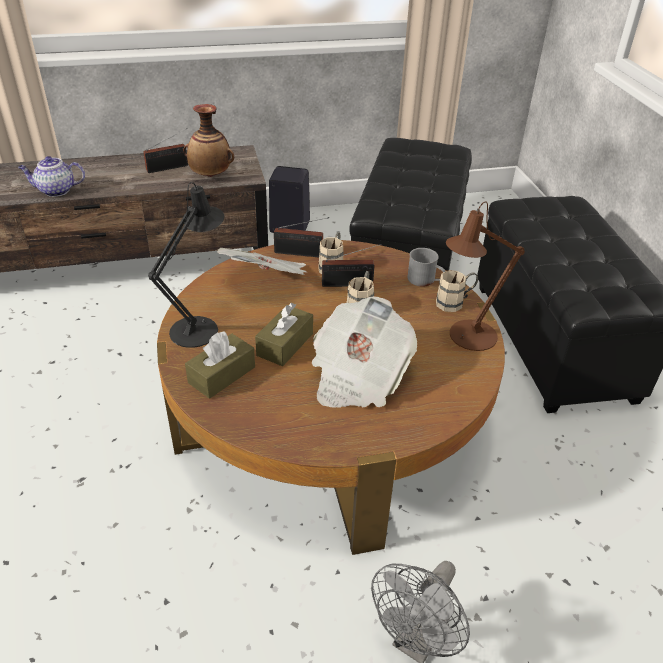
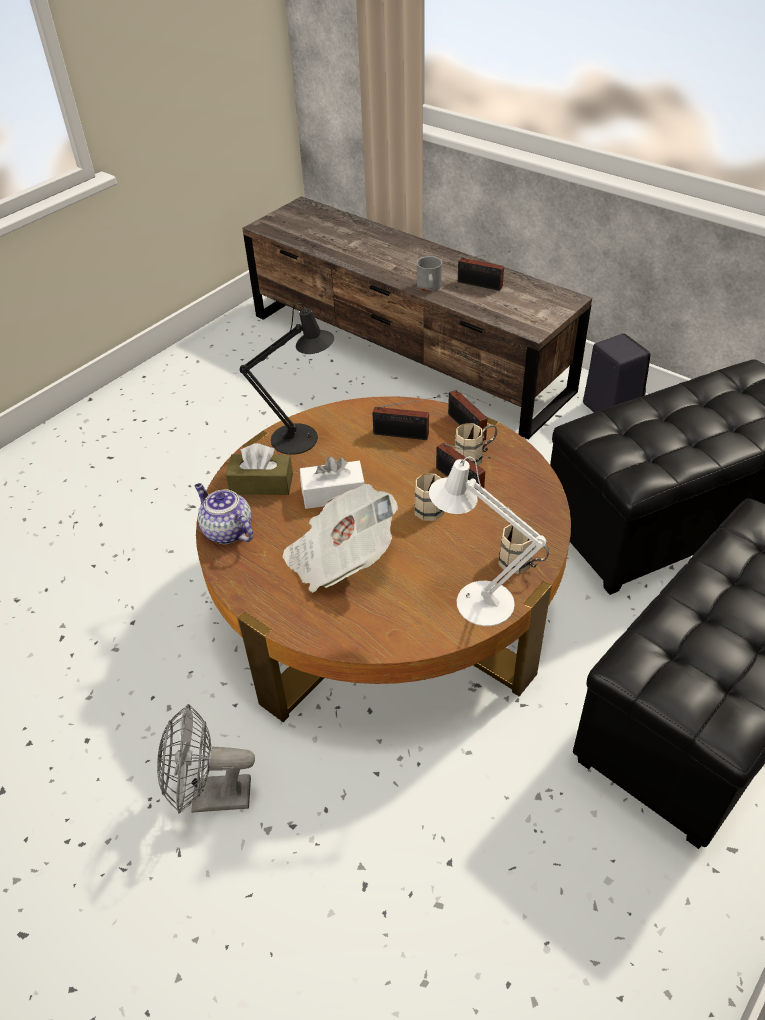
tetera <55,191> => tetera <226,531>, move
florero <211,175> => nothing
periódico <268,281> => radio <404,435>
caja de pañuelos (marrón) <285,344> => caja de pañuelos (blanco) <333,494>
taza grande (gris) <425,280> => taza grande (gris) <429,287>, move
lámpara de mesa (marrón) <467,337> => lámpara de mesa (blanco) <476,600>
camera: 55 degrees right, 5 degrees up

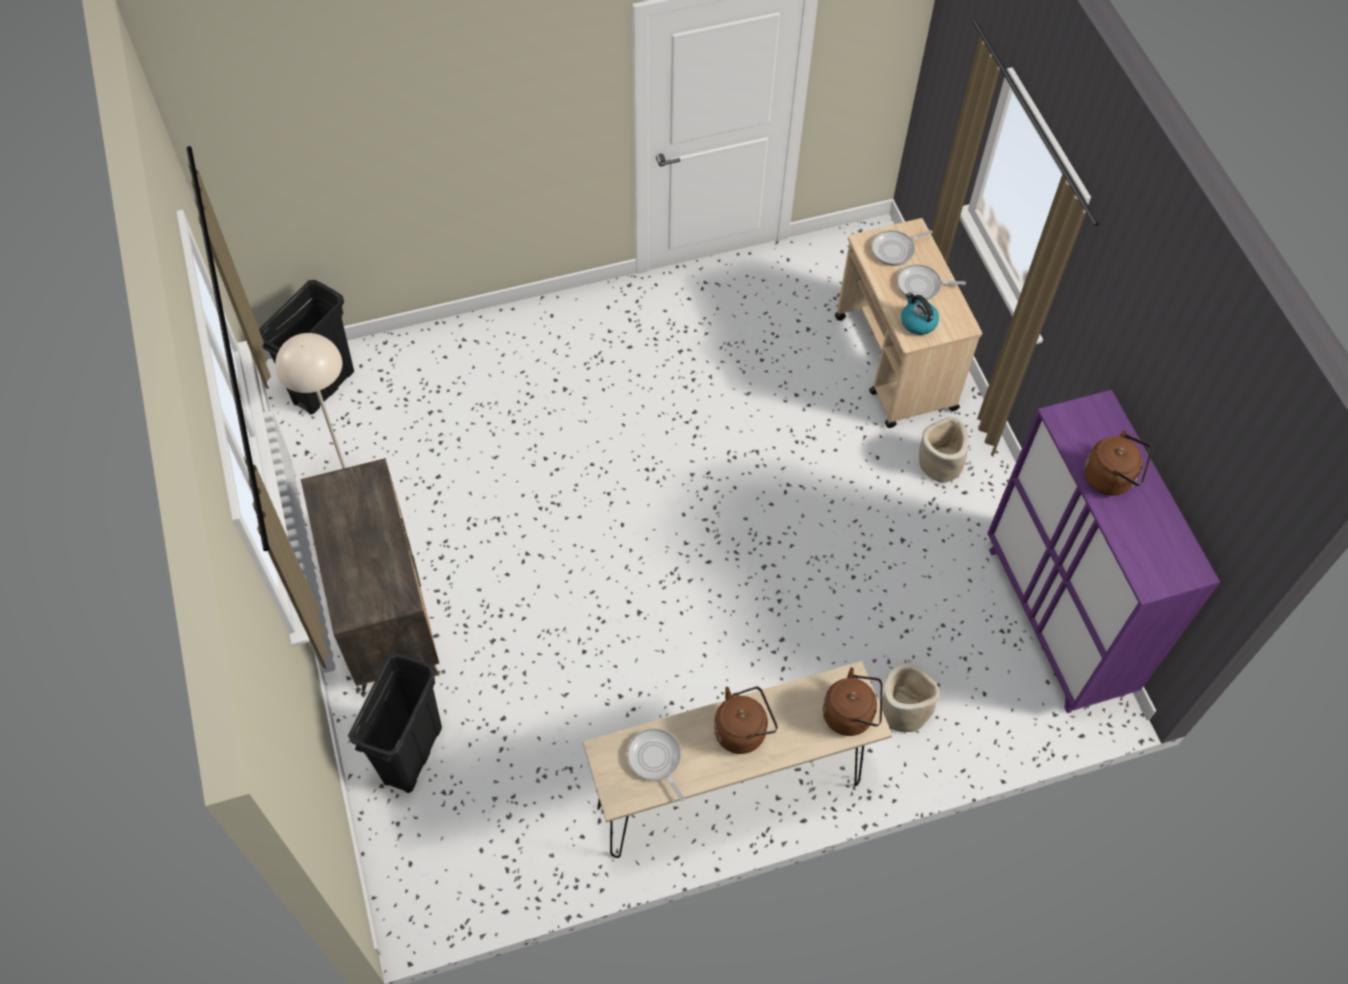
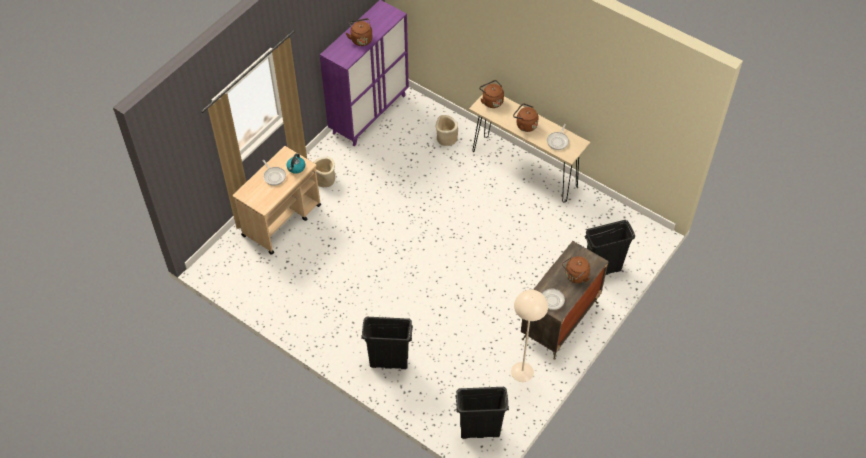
sartén <895,250> => sartén <550,299>, move
nothing => papelera (negro) <388,362>
nothing => hervidor (marrón) <575,276>
camera: 125 degrees left, 5 degrees down

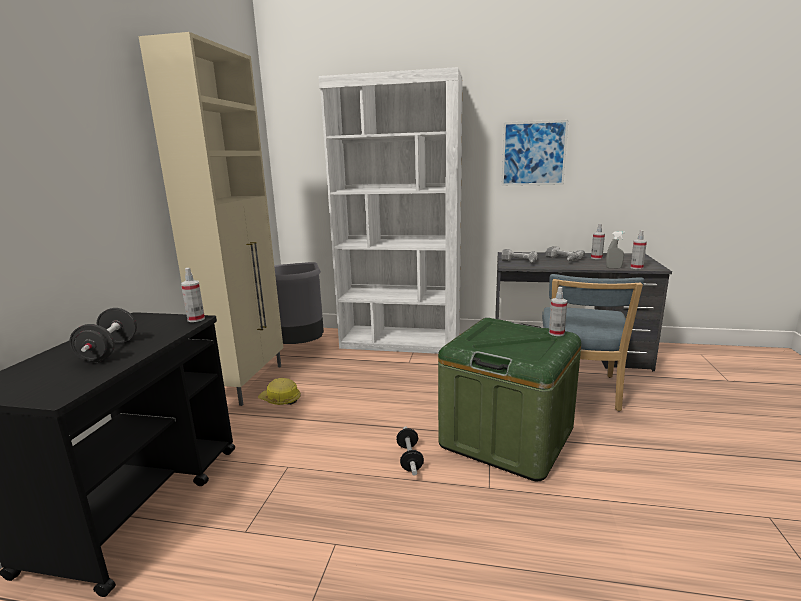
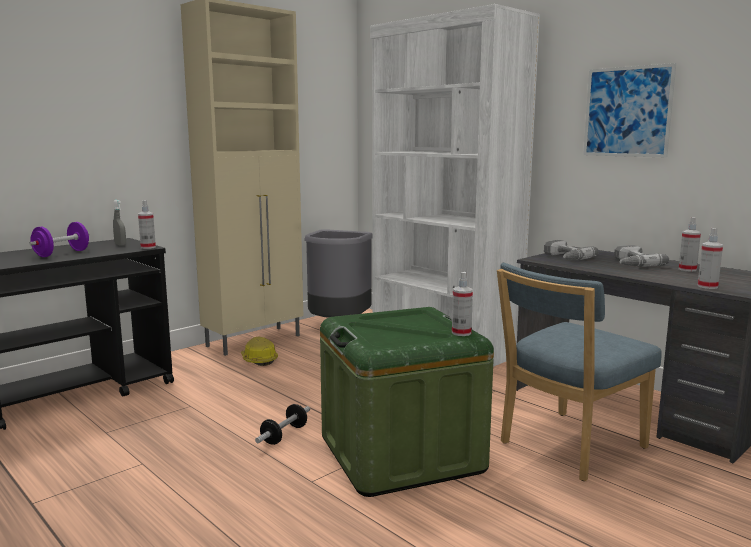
mancuerna (negro) <109,351> => mancuerna (morado) <62,253>
pulverizador (gris) <613,268> => pulverizador (gris) <120,245>, move
camera: 35 degrees right, 5 degrees down

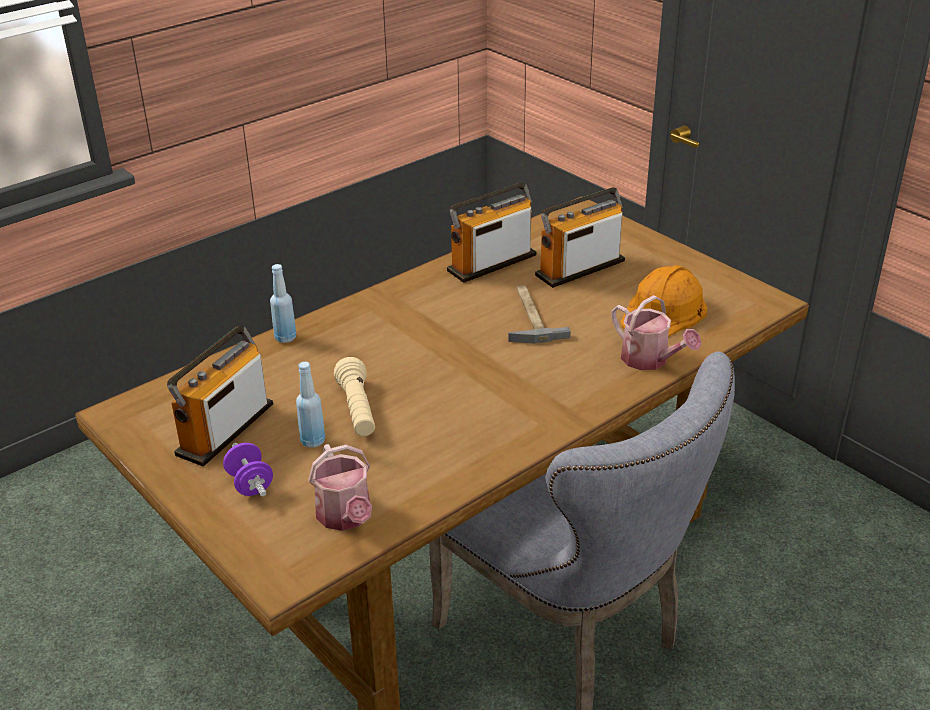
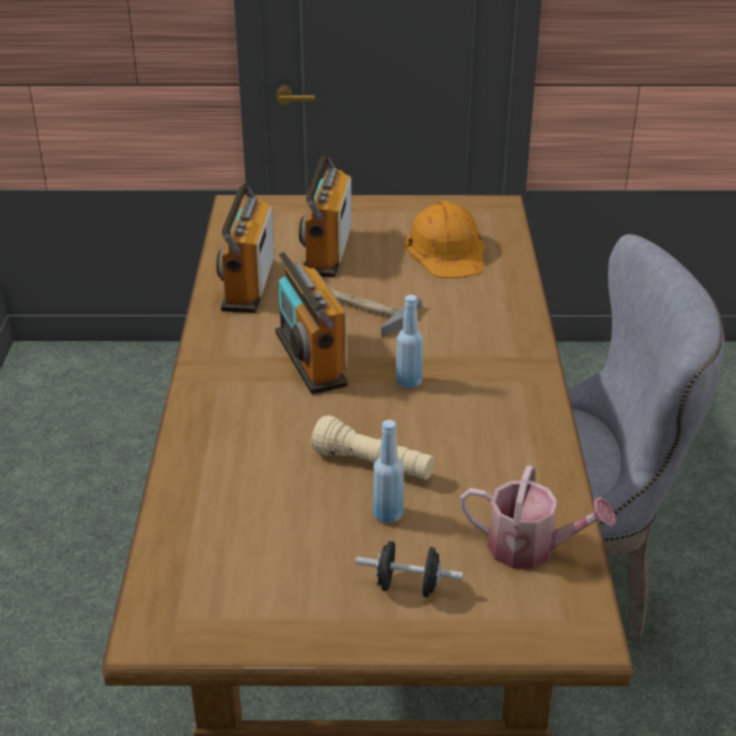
radio <225,429> => radio <310,359>, move
mancuerna (morado) <250,484> => mancuerna (negro) <408,587>
botella (azul) <285,338> => botella (azul) <409,382>, move
regadera <650,360> => nothing
camera: 50 degrees left, 0 degrees up

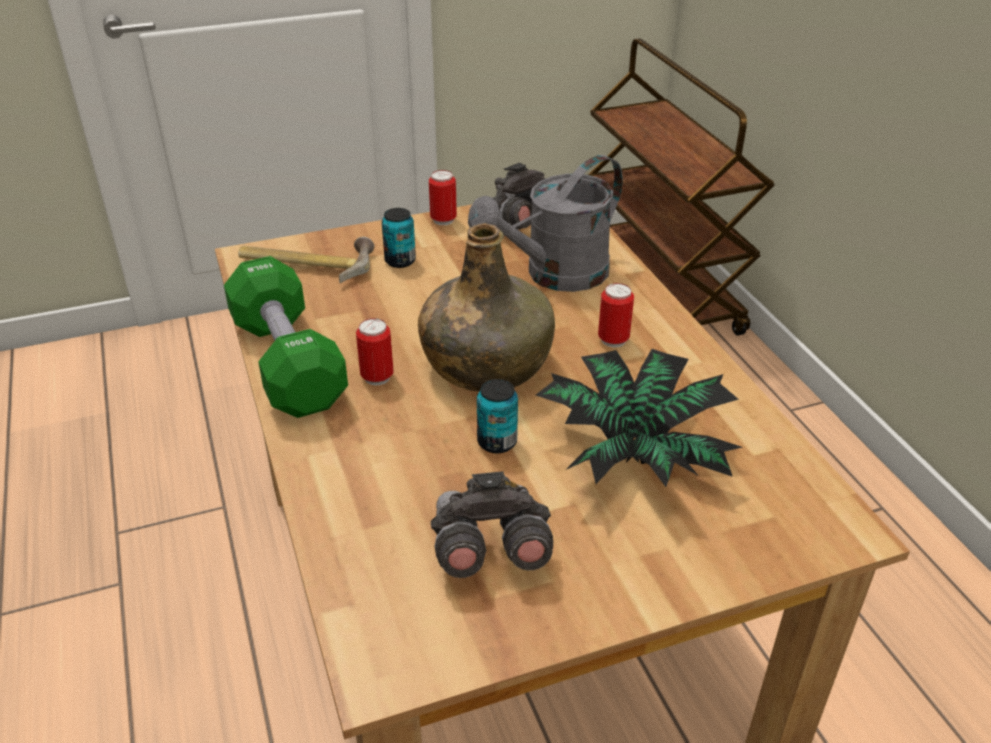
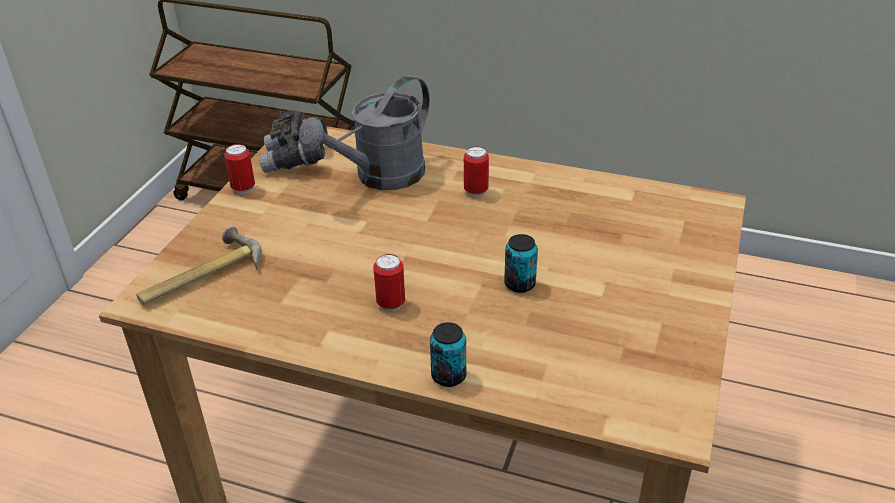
mancuerna (verde) <288,362> => nothing
lata <400,261> => lata <448,376>, move
botella (verde) <486,365> => nothing
prismáticos (gris) <488,550> => nothing
regadera (gris) <555,276> => regadera (gris) <380,177>, 45 degrees clockwise
planta en maceta <633,452> => nothing
camera: 50 degrees left, 0 degrees up

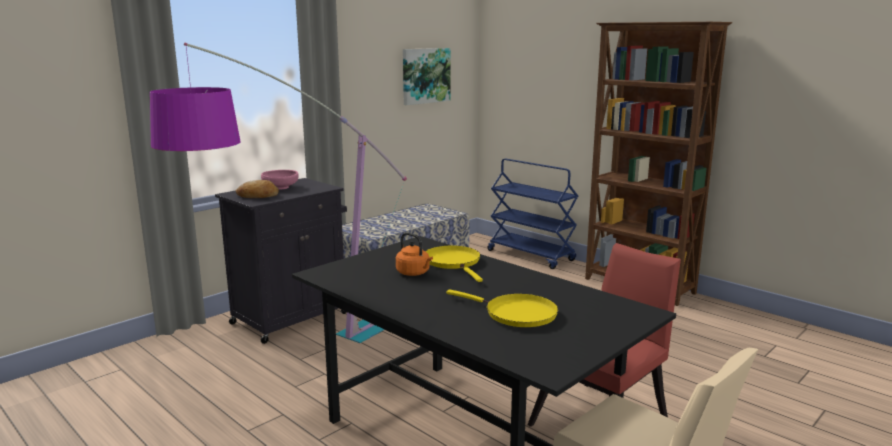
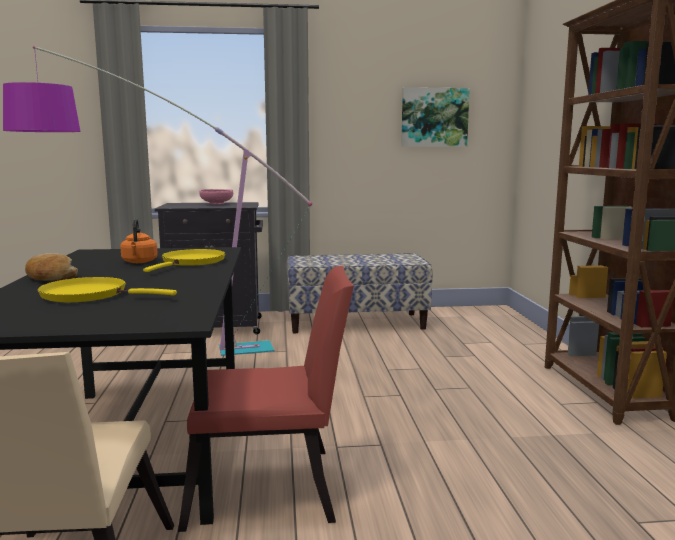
pan <258,196> => pan <50,277>, move
sartén (amarillo) <516,314> => sartén (amarillo) <90,295>, 120 degrees clockwise
carrito (azul) <531,255> => nothing
camera: 40 degrees right, 5 degrees down

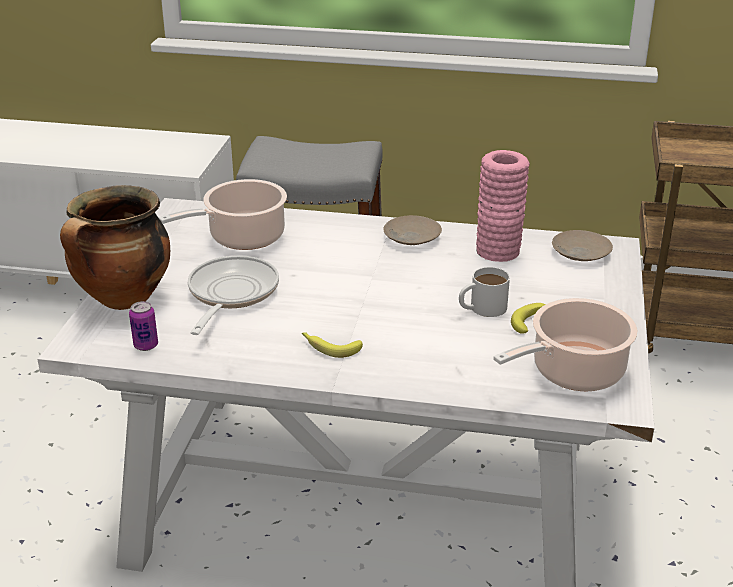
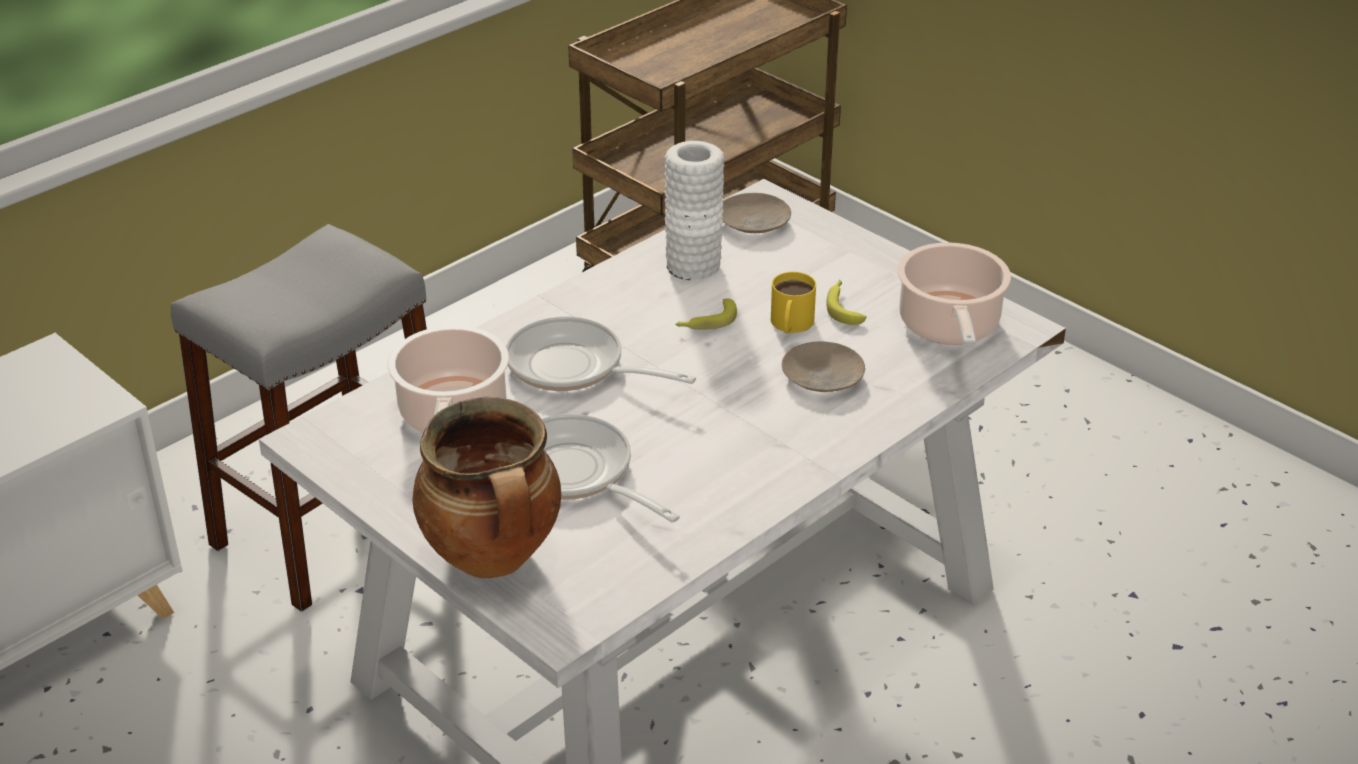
lata <146,345> => nothing
plátano <329,347> => plátano <706,322>, move
plato (beis) <411,237> => plato (beis) <823,377>, move
taza grande (blanco) <481,308> => taza grande (amarillo) <790,325>
florero (rosa) <498,251> => florero (blanco) <693,265>
nothing => sartén <574,367>
camera: 55 degrees left, 5 degrees up

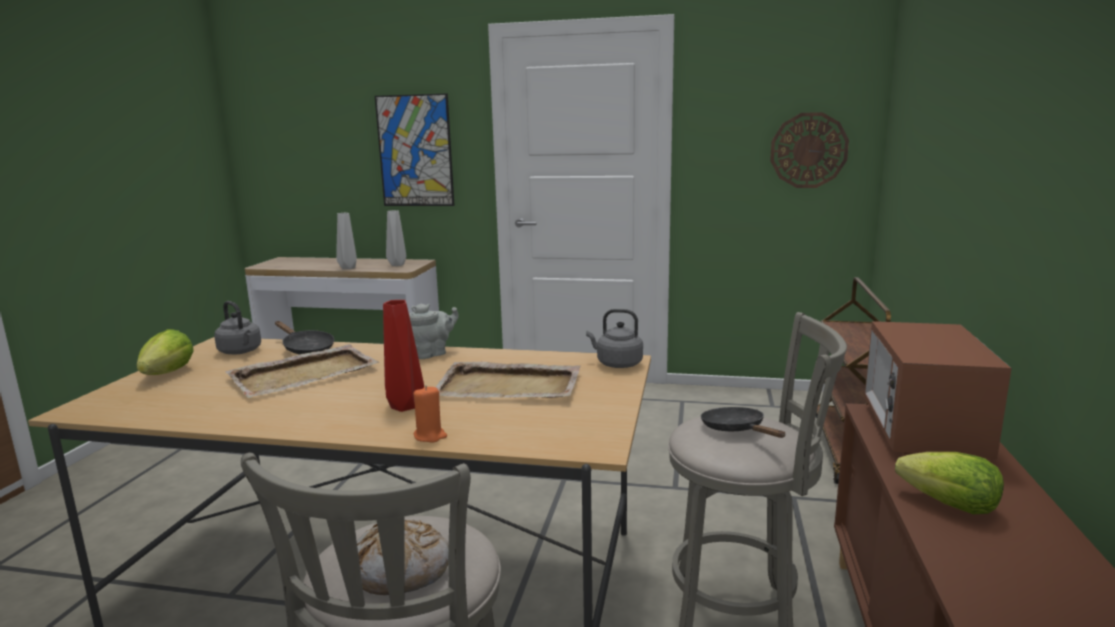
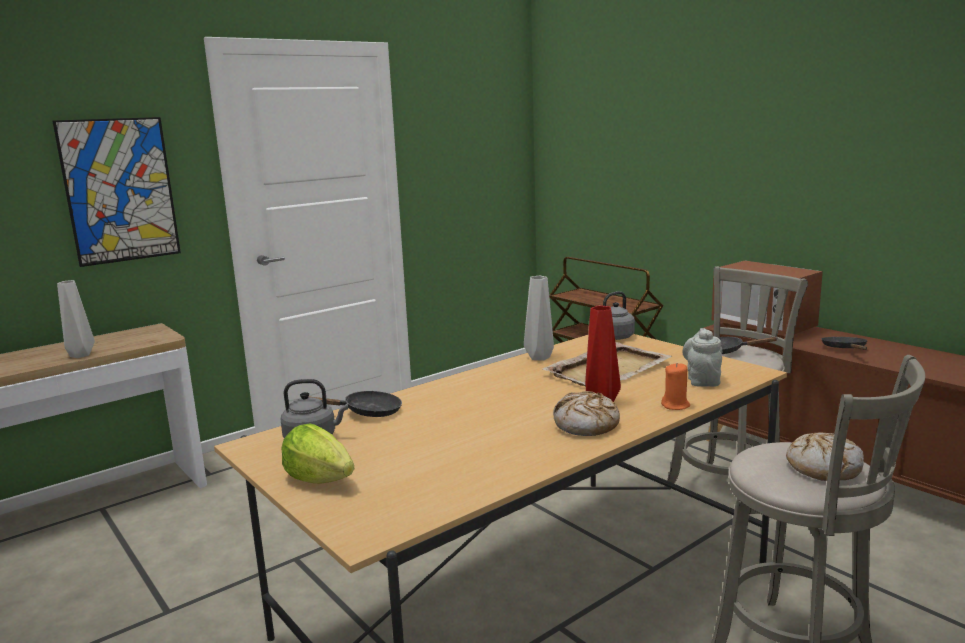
bandeja (beis) <305,374> => nothing
florero (gris) <398,265> => florero (gris) <539,357>, move
tetera (gris) <432,354> => tetera (gris) <702,380>, move
reloj de pared <808,150> => nothing
lechuga <950,505> => sartén (negro) <845,349>
nothing => pan <586,425>
camera: 50 degrees left, 0 degrees up

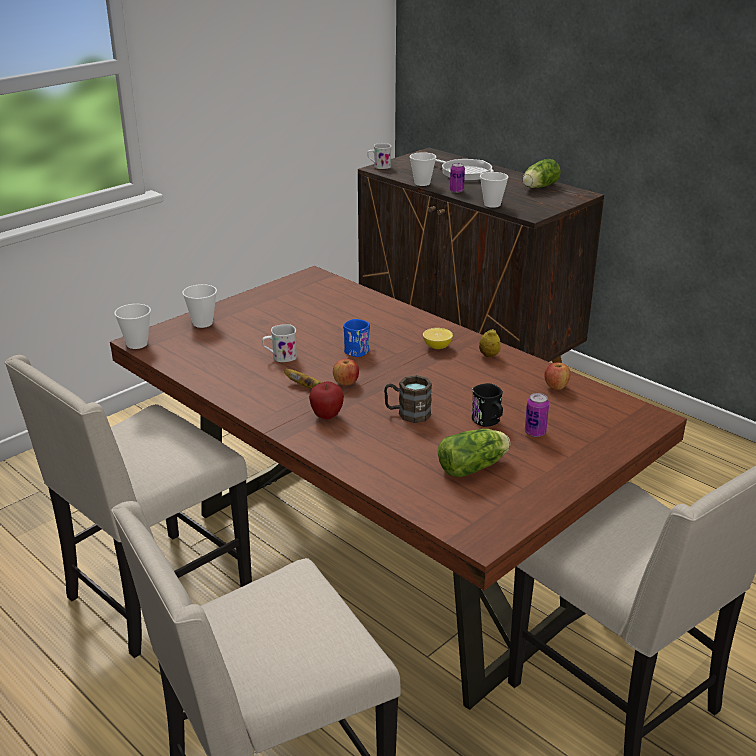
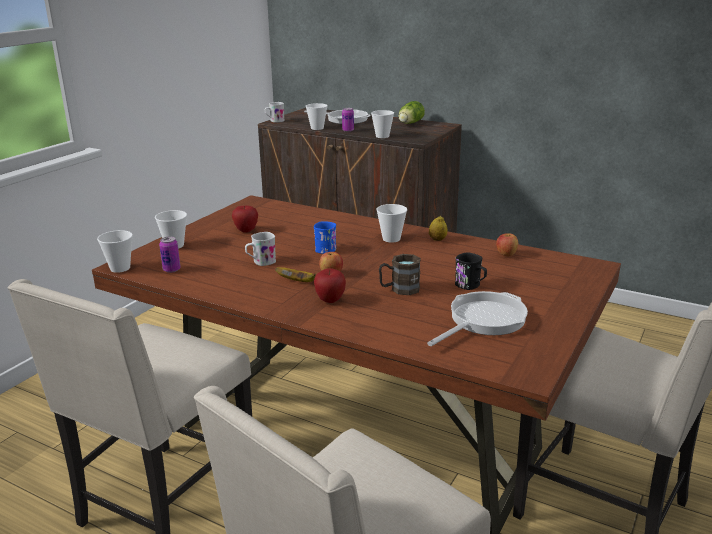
limón <437,347> => taza <391,239>
lechuga <475,467> => sartén <483,320>
lata <535,432> => lata <171,270>, move
nothing => manzana <246,231>
camera: 15 degrees left, 5 degrees down

